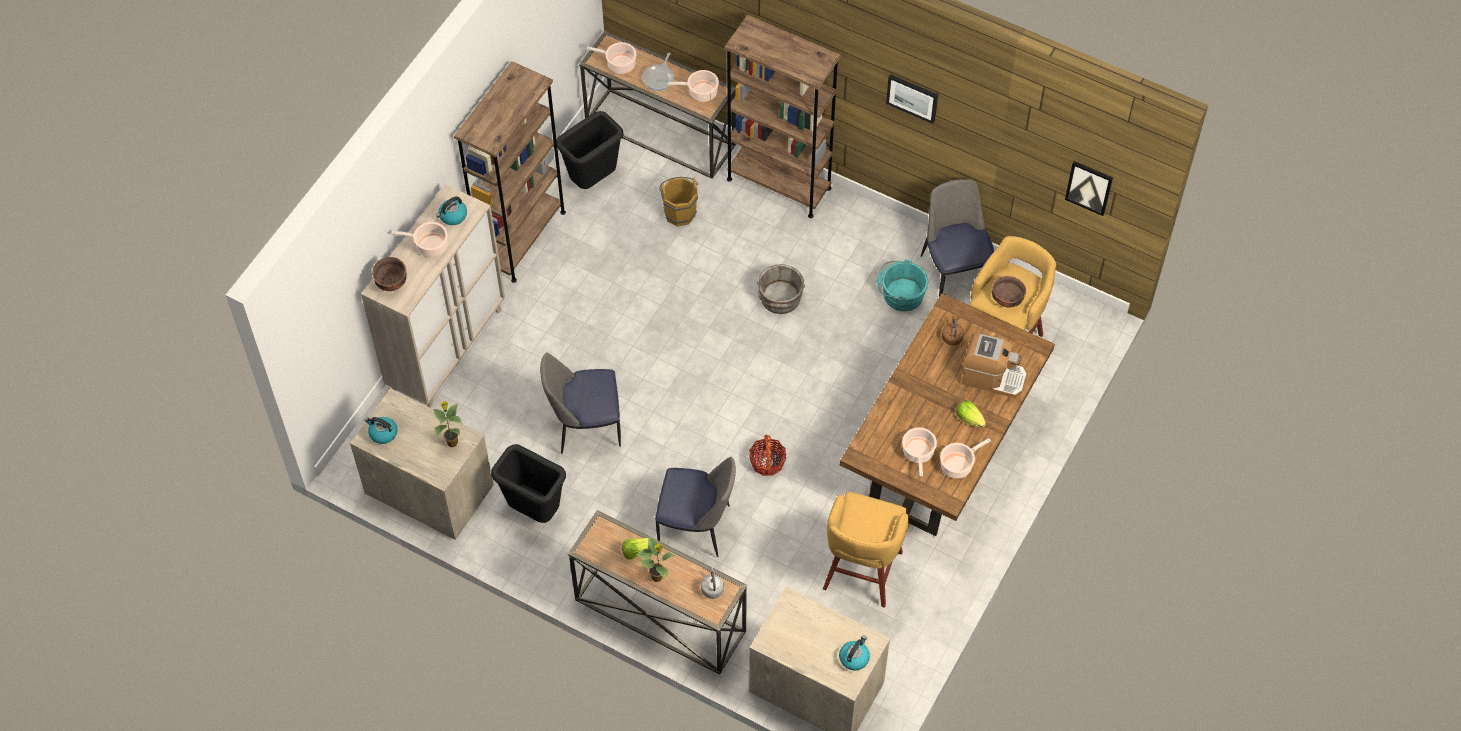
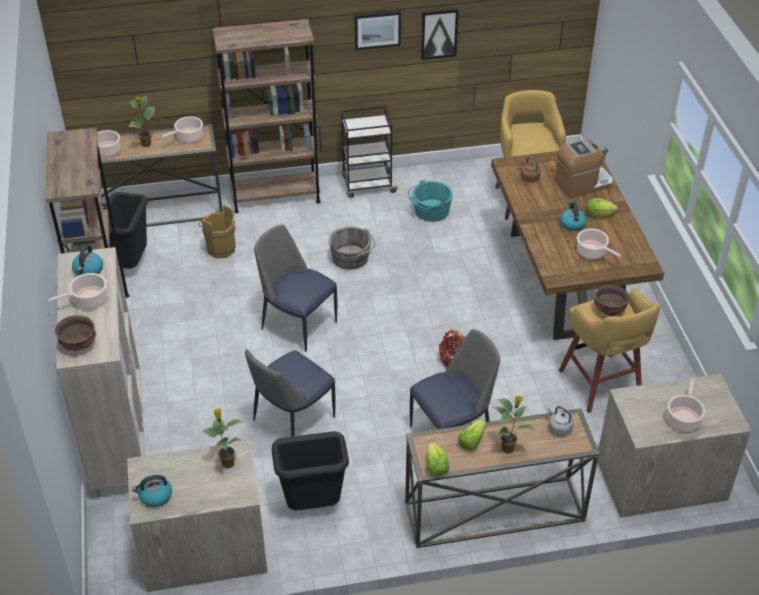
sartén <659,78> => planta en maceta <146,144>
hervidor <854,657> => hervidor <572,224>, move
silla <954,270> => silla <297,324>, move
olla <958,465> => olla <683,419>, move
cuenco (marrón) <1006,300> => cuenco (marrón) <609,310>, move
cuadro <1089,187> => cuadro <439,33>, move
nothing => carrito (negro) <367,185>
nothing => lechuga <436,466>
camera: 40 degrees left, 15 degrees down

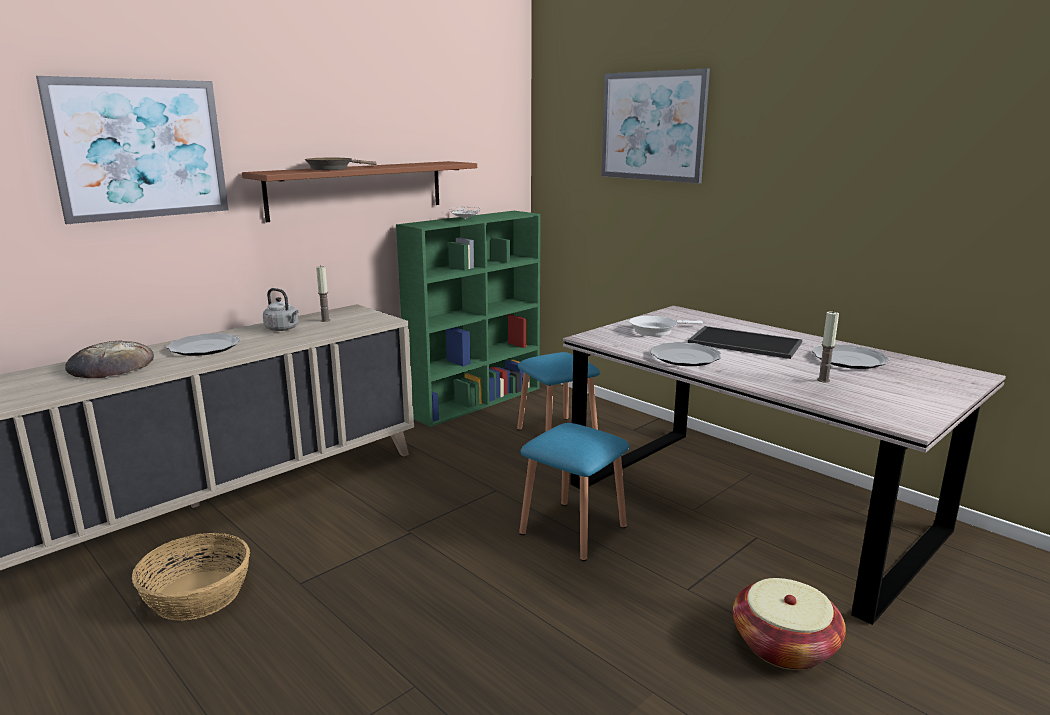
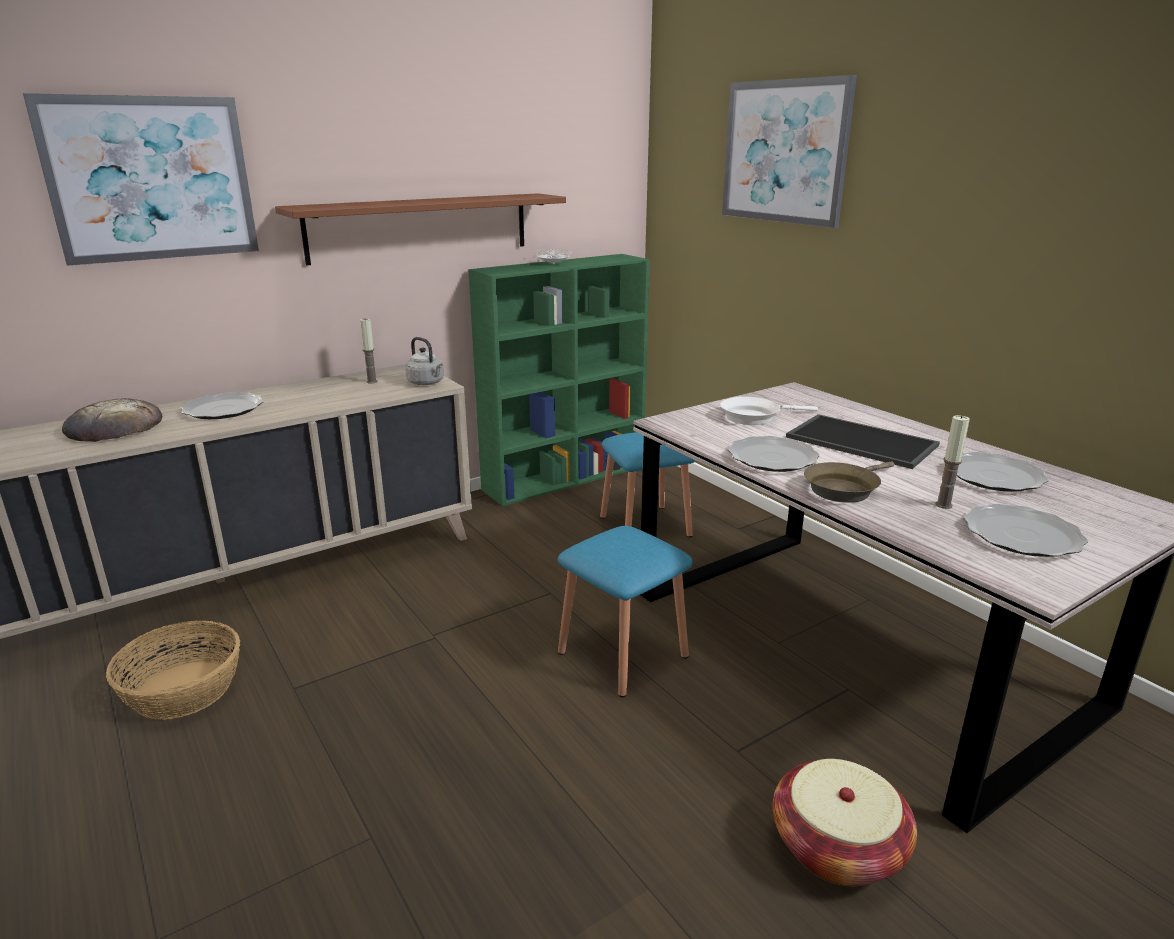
hervidor (gris) <283,329> => hervidor (gris) <427,383>, move
sartén (marrón) <333,168> => sartén (marrón) <844,489>, move
nothing => plato <1023,535>
camera: 10 degrees right, 5 degrees up

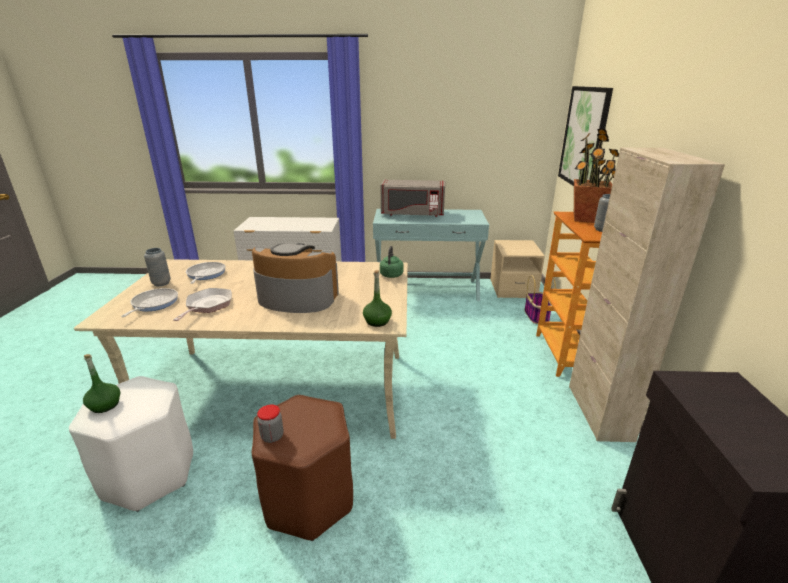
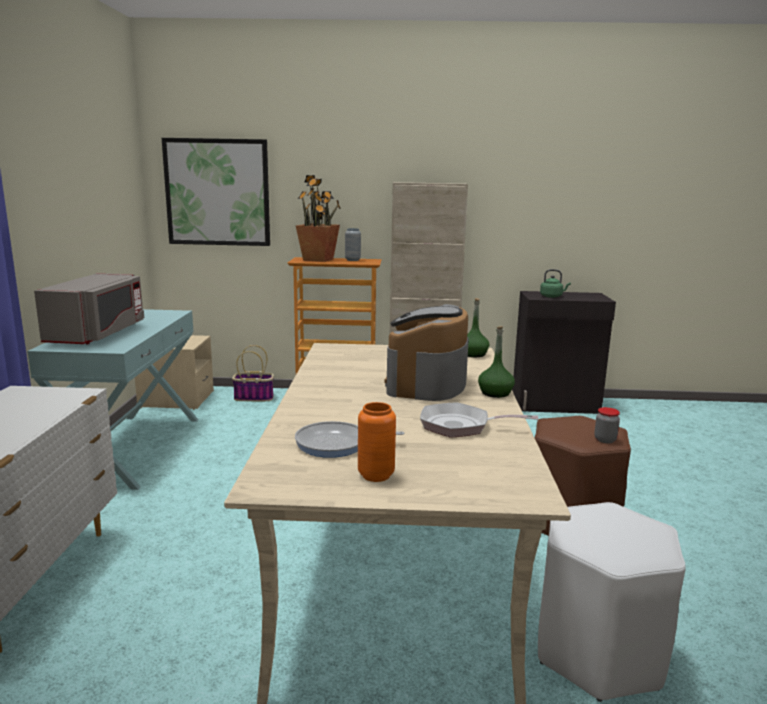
botella (verde) <105,405> => botella (verde) <495,393>, move
sartén <153,304> => nothing
florero (gris) <161,283> => florero (naranja) <376,475>
hervidor (verde) <391,275> => hervidor (verde) <552,296>, move
camera: 90 degrees left, 10 degrees down

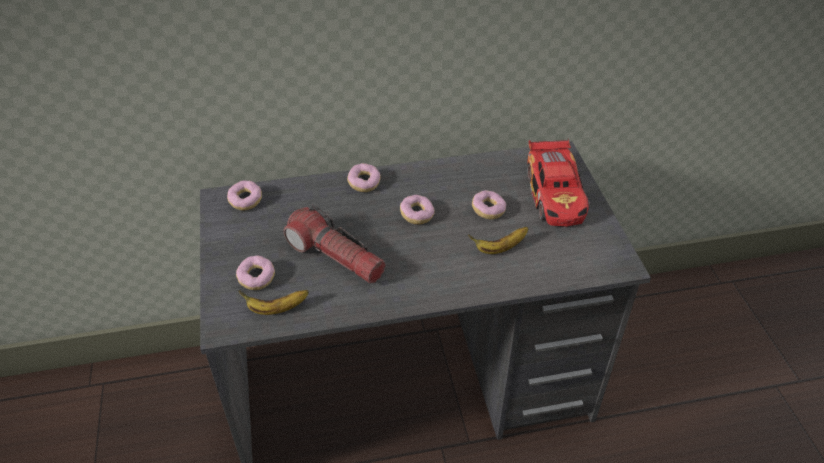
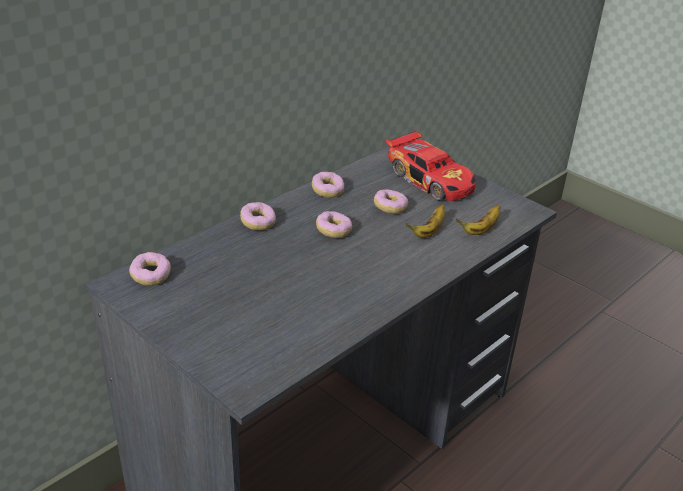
rosquilla <256,278> => rosquilla <327,191>, move
plátano <276,309> => plátano <481,229>, move
linterna <336,256> => nothing
camera: 35 degrees left, 10 degrees down

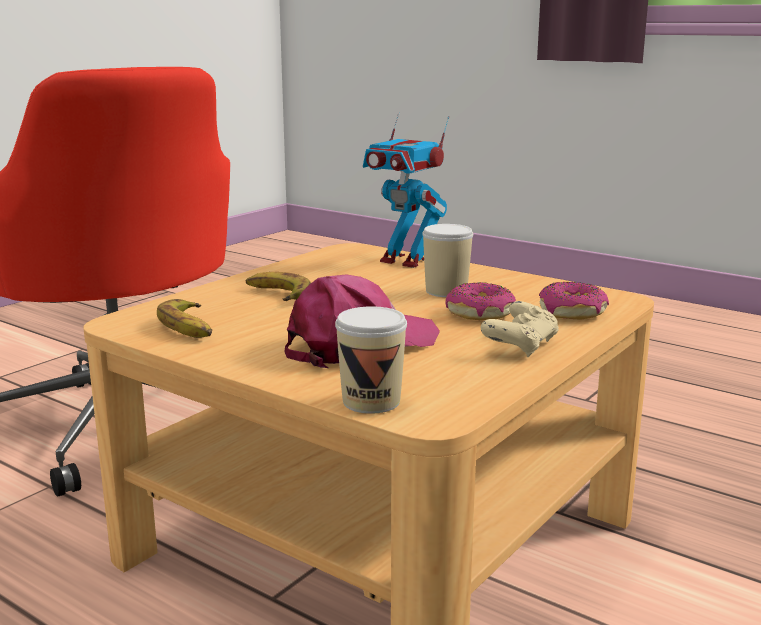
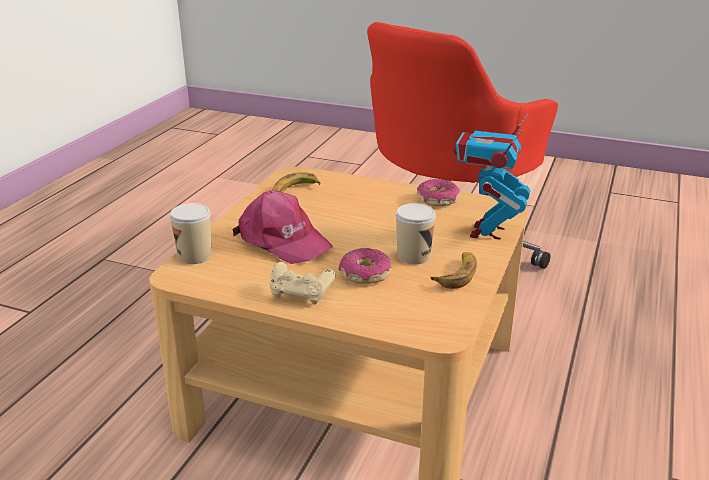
plátano <277,295> => plátano <457,274>, move
rosquilla <572,312> => rosquilla <437,200>, move
camera: 75 degrees right, 10 degrees up

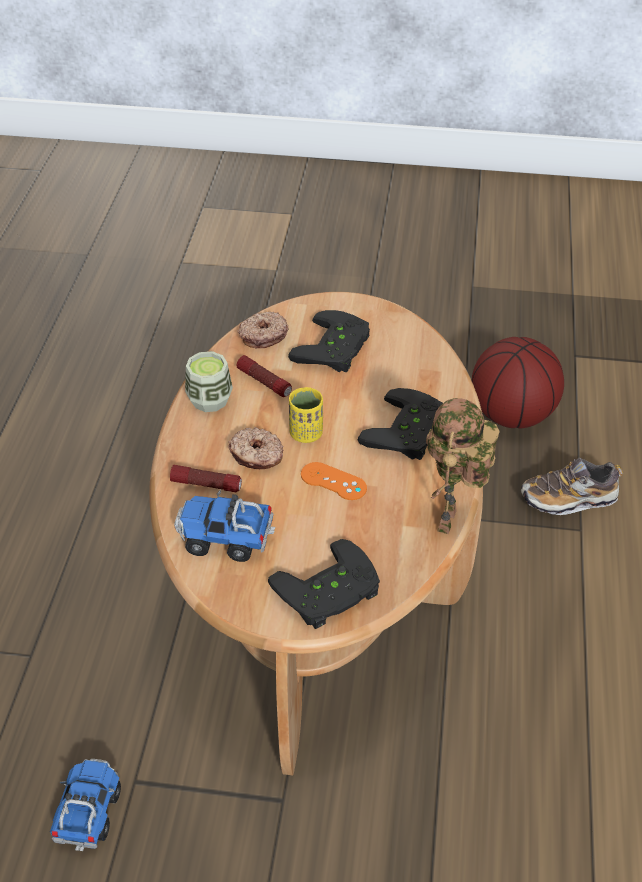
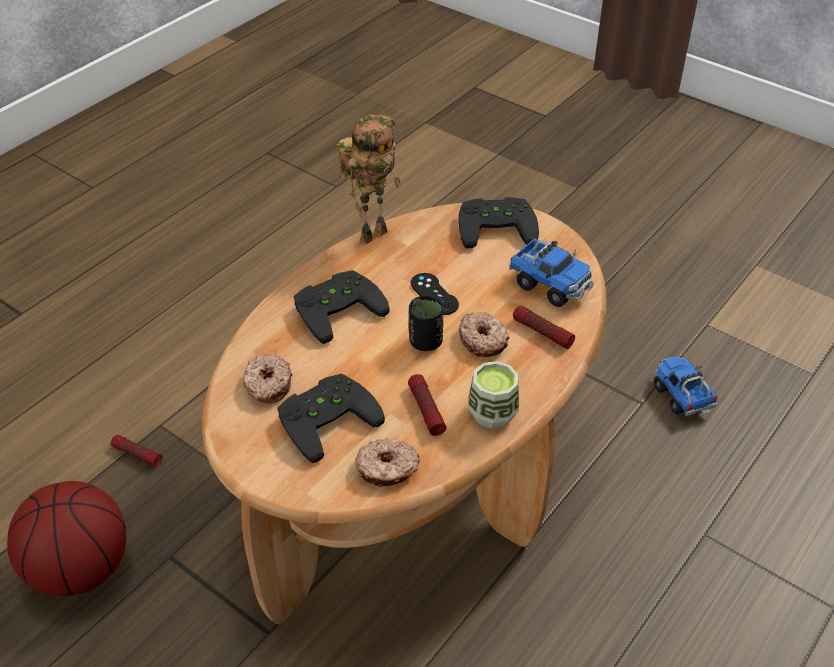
camión de juguete <89,814> => camión de juguete <681,397>, 120 degrees clockwise
taza (amarillo) <306,434> => taza (negro) <425,342>
mando de consola (naranja) <333,481> => mando de consola (negro) <434,294>
zapato <568,499> => linterna <137,455>
nothing => rosquilla <267,385>
camera: 150 degrees left, 0 degrees up

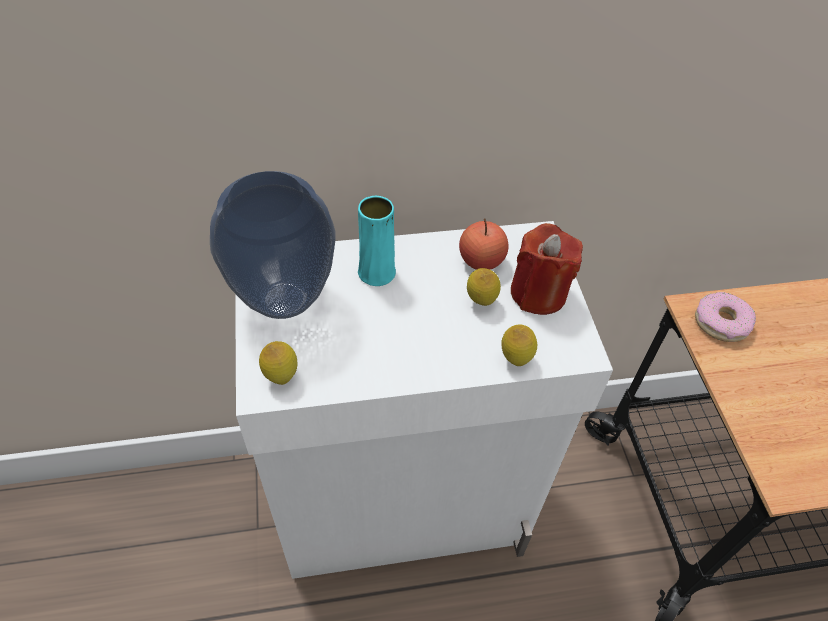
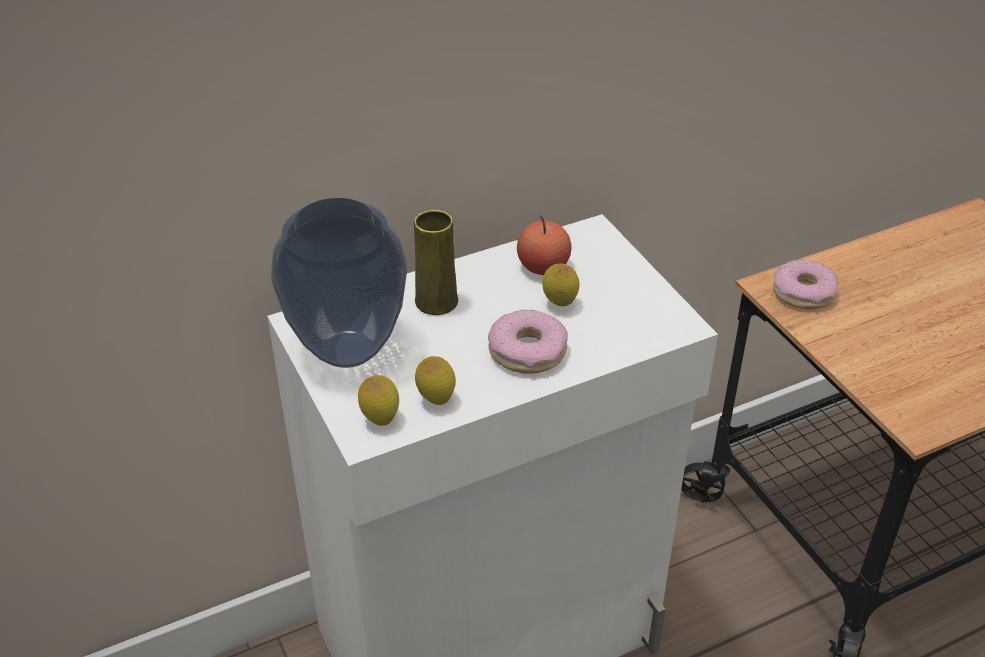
florero (turquesa) <376,272> => florero (amarillo) <436,302>
limón <515,359> => limón <436,400>, move
vela (rojo) <538,293> => nothing
nothing => rosquilla <527,351>
camera: 15 degrees left, 10 degrees down

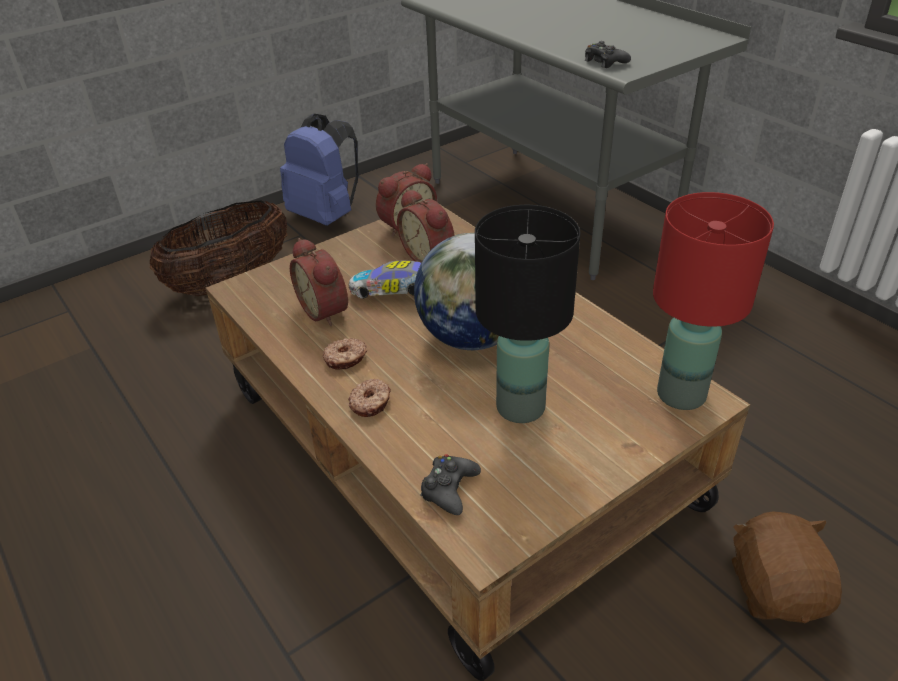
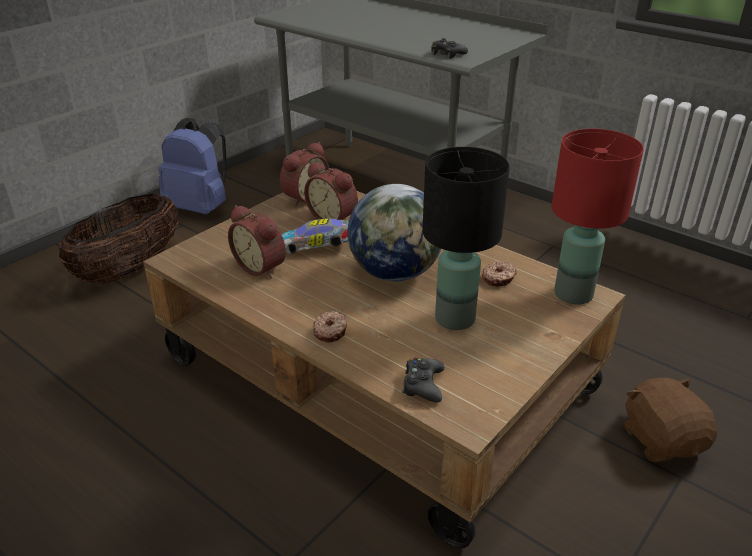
rosquilla <345,359> => rosquilla <499,279>, move
camera: 15 degrees left, 5 degrees down

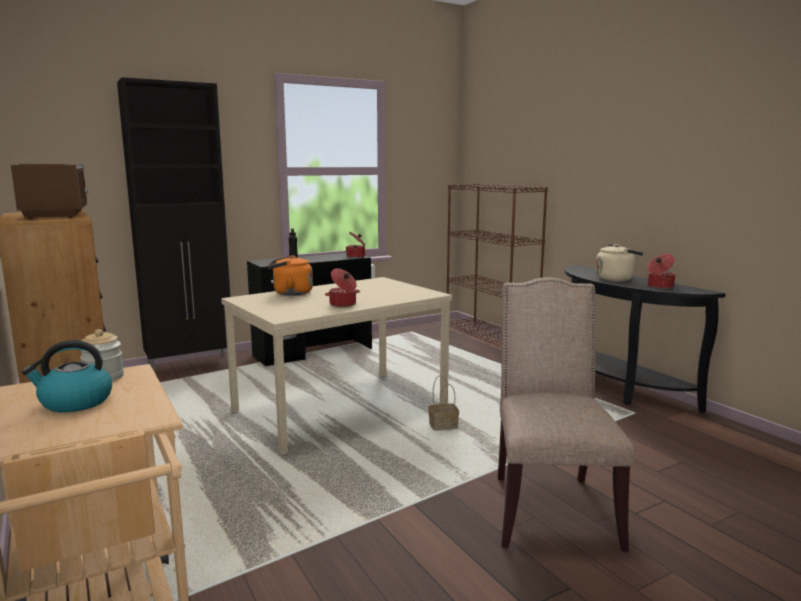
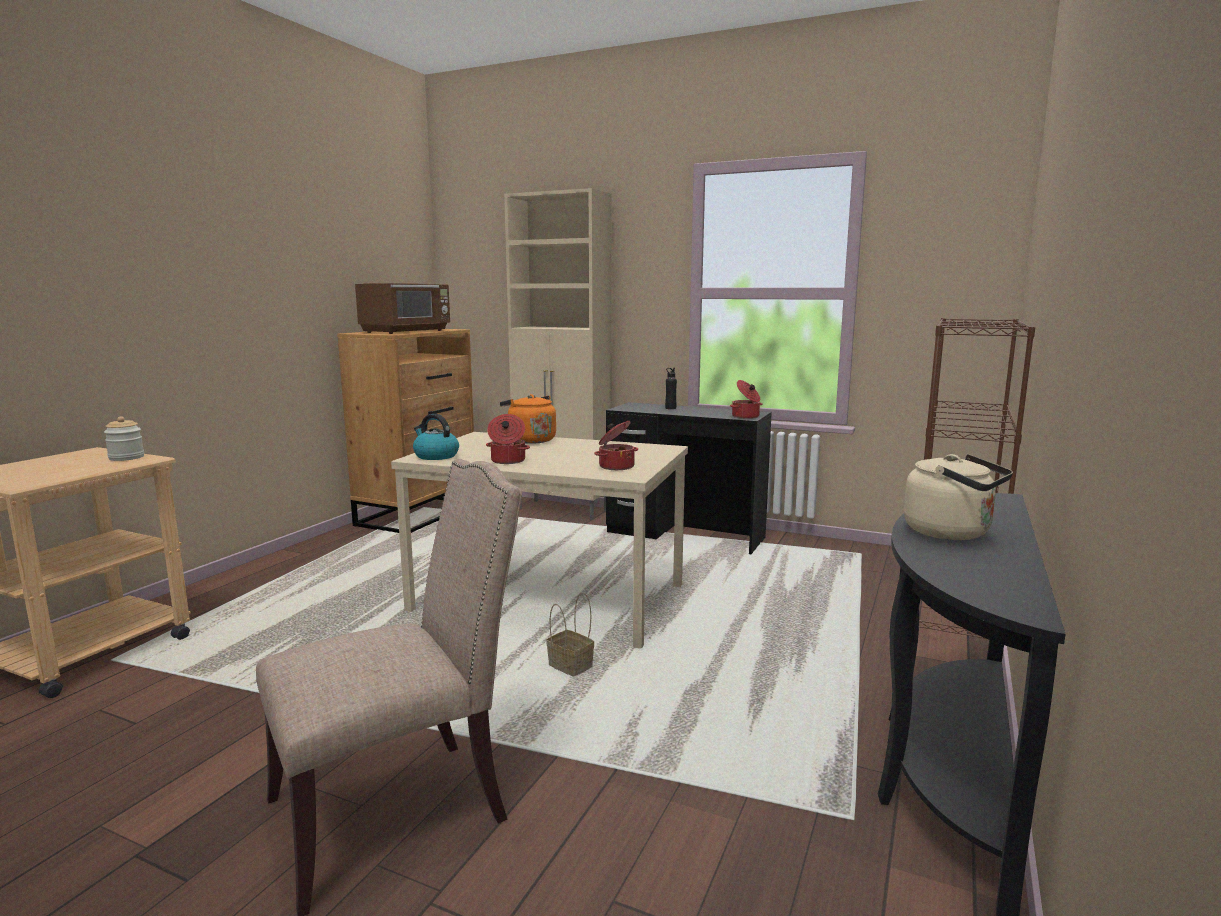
hervidor <75,402> => hervidor <435,456>, move
armario (negro) <191,365> => armario (beis) <563,510>
olla <659,286> => olla <616,466>, move
camera: 55 degrees right, 0 degrees up

